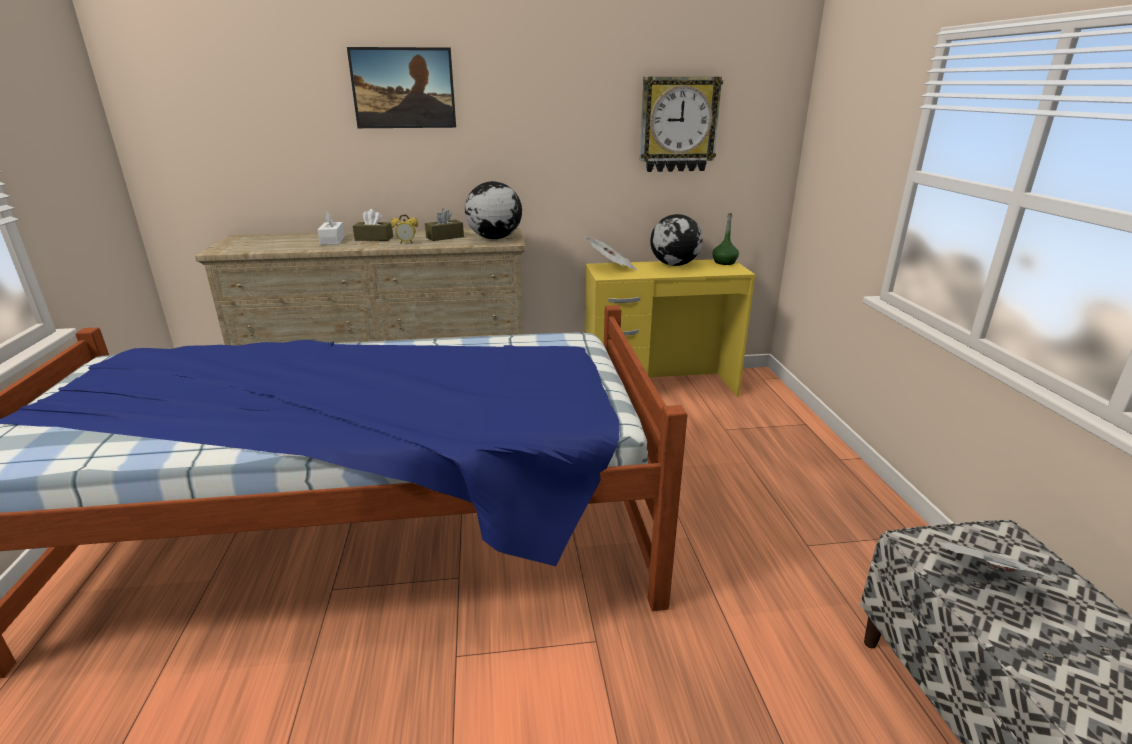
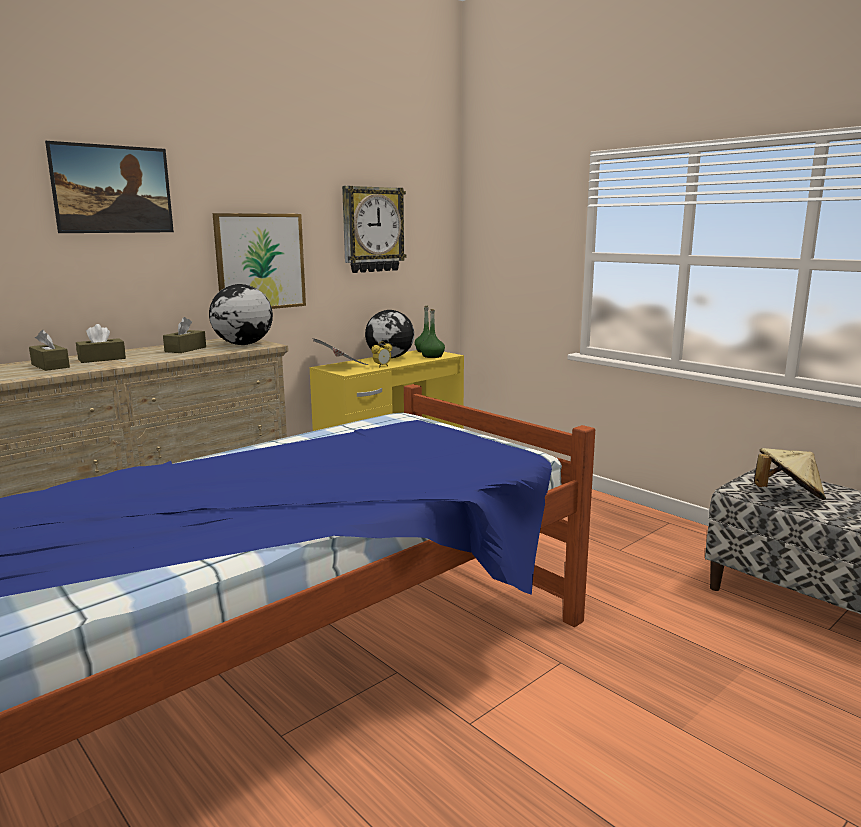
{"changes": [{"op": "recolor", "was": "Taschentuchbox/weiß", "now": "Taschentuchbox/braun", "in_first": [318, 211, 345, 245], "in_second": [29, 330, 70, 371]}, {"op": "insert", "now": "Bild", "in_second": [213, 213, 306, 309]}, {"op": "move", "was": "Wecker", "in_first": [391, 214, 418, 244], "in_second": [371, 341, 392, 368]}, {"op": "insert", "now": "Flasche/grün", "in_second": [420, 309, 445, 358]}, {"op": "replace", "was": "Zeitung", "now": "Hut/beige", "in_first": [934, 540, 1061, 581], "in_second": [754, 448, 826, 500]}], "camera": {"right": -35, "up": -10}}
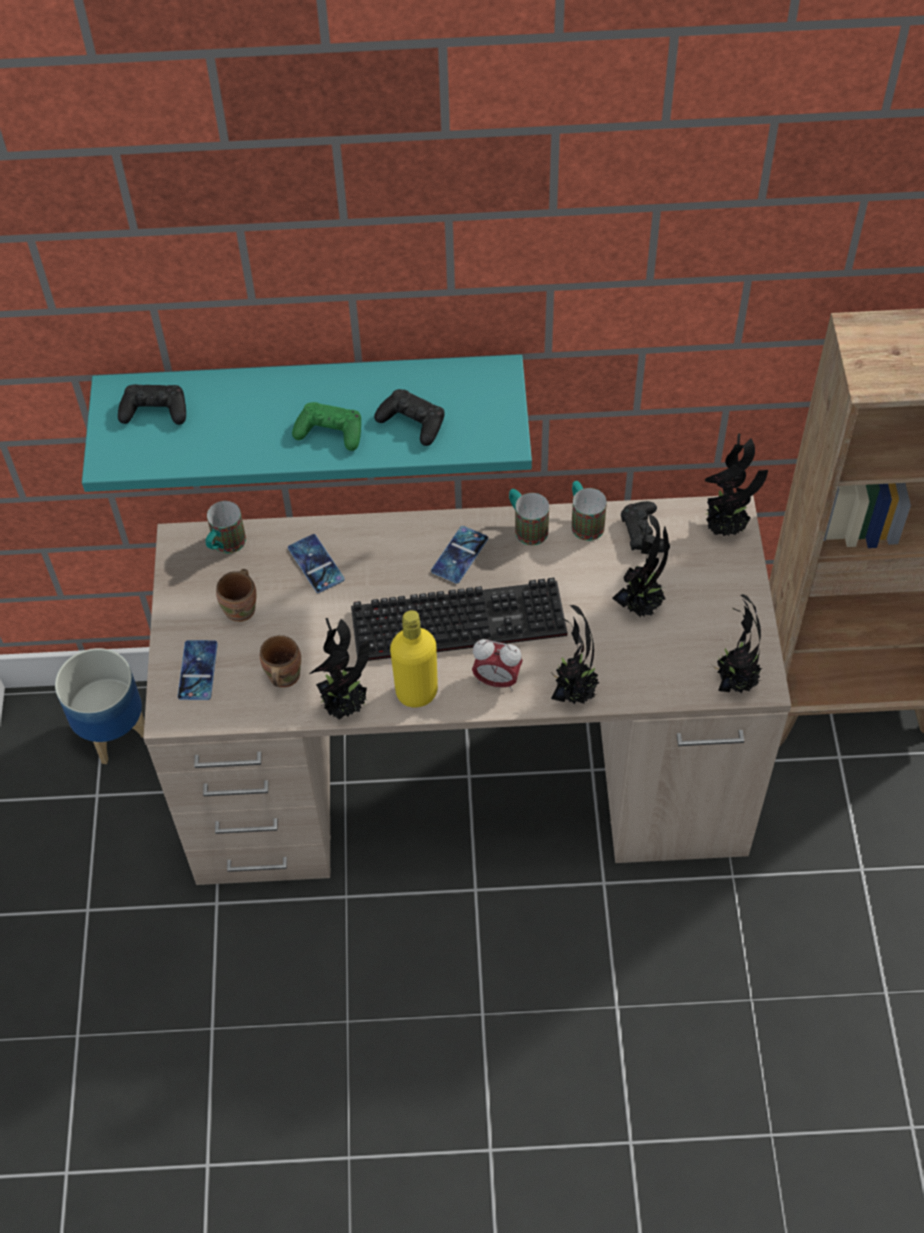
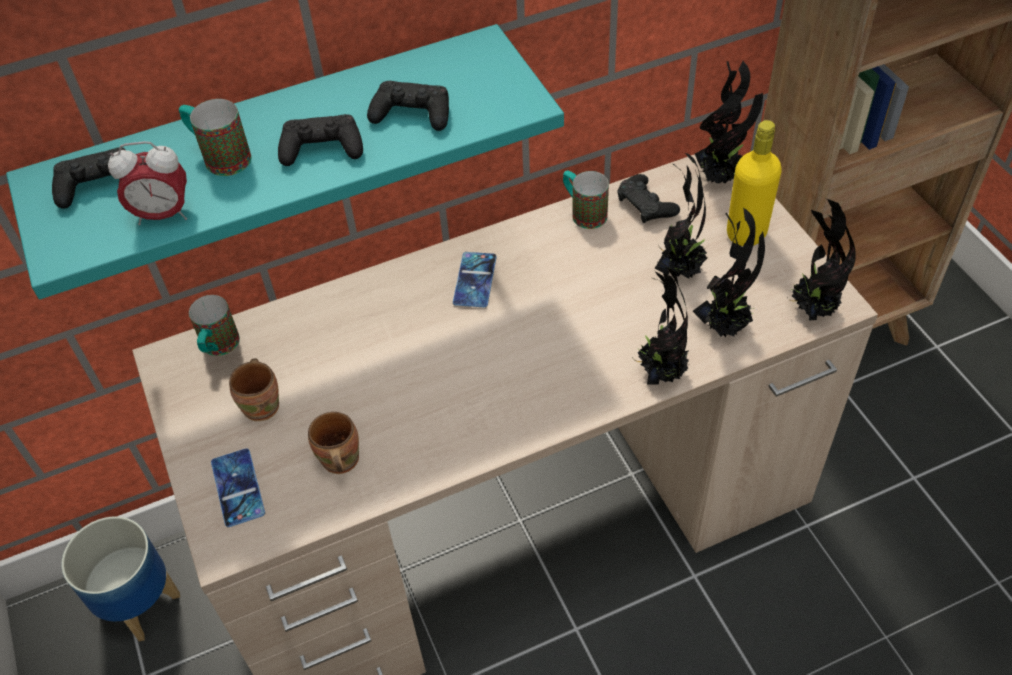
{"changes": [{"op": "move", "was": "Wecker", "in_first": [472, 639, 523, 691], "in_second": [108, 141, 187, 225]}, {"op": "move", "was": "Henkelbecher", "in_first": [509, 489, 549, 546], "in_second": [179, 99, 251, 176]}, {"op": "recolor", "was": "Gamepad/grün", "now": "Gamepad/schwarz", "in_first": [292, 402, 361, 451], "in_second": [278, 114, 363, 166]}, {"op": "move", "was": "Topfpflanze", "in_first": [309, 618, 370, 720], "in_second": [693, 208, 765, 337]}, {"op": "move", "was": "Flasche/gelb", "in_first": [390, 610, 438, 707], "in_second": [727, 120, 782, 246]}, {"op": "delete", "was": "Handy", "in_first": [288, 534, 345, 593]}, {"op": "delete", "was": "Tastatur", "in_first": [351, 578, 567, 661]}], "camera": {"right": -20, "up": -5}}
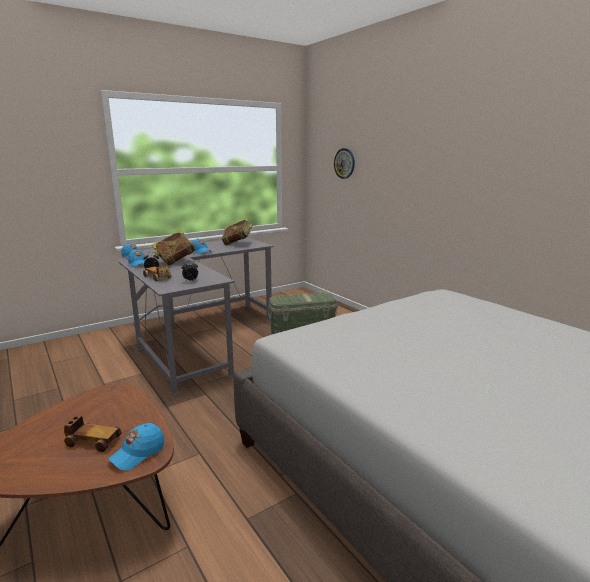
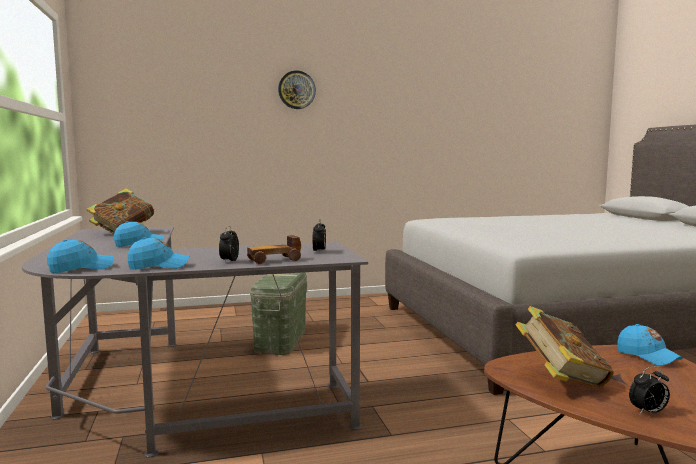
{"changes": [{"op": "move", "was": "Wanduhr", "in_first": [334, 148, 355, 179], "in_second": [278, 70, 316, 109]}, {"op": "move", "was": "Buch", "in_first": [152, 230, 196, 266], "in_second": [515, 306, 614, 388]}, {"op": "insert", "now": "Wecker", "in_second": [629, 366, 670, 414]}, {"op": "delete", "was": "Spielzeugauto", "in_first": [64, 415, 122, 452]}], "camera": {"right": -70, "up": -10}}
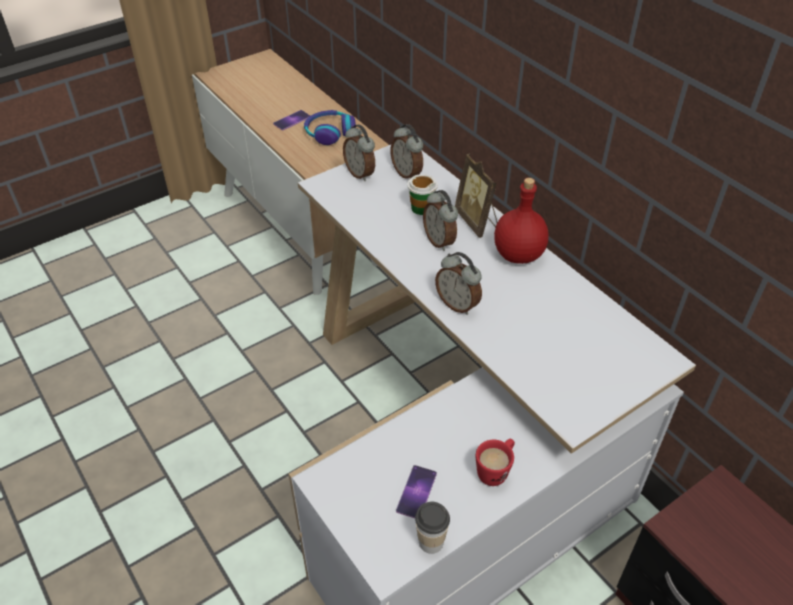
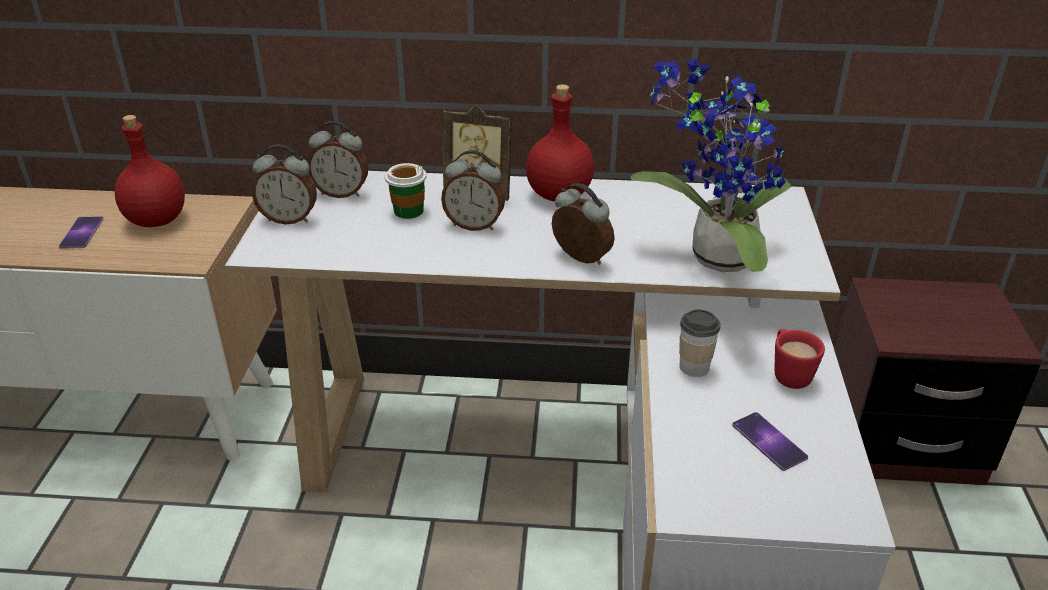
{"changes": [{"op": "replace", "was": "Kopfhörer", "now": "Flasche/rot", "in_first": [304, 110, 356, 145], "in_second": [115, 115, 185, 227]}, {"op": "rotate", "was": "Wecker", "in_first": [435, 252, 482, 315], "in_second": [552, 183, 615, 265], "clockwise": -135}, {"op": "insert", "now": "Topfpflanze", "in_second": [630, 58, 791, 272]}, {"op": "move", "was": "Tasse", "in_first": [415, 501, 450, 554], "in_second": [679, 309, 720, 377]}], "camera": {"right": -50, "up": -10}}
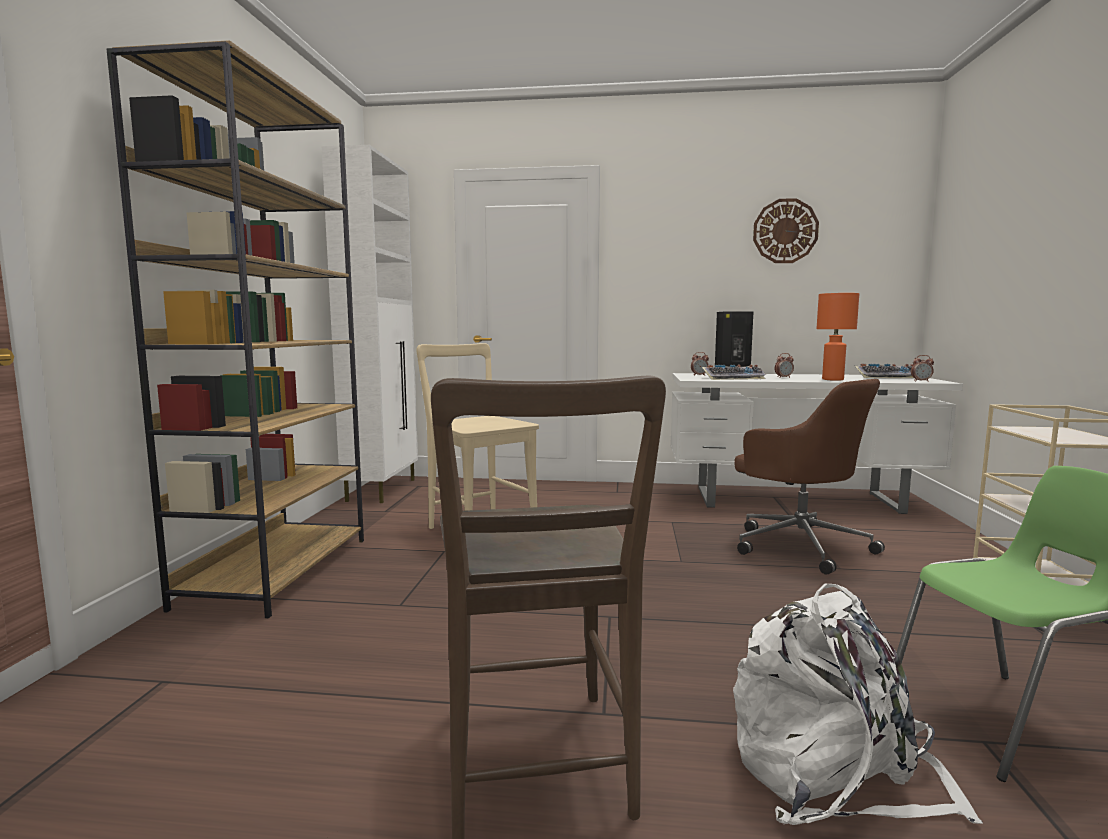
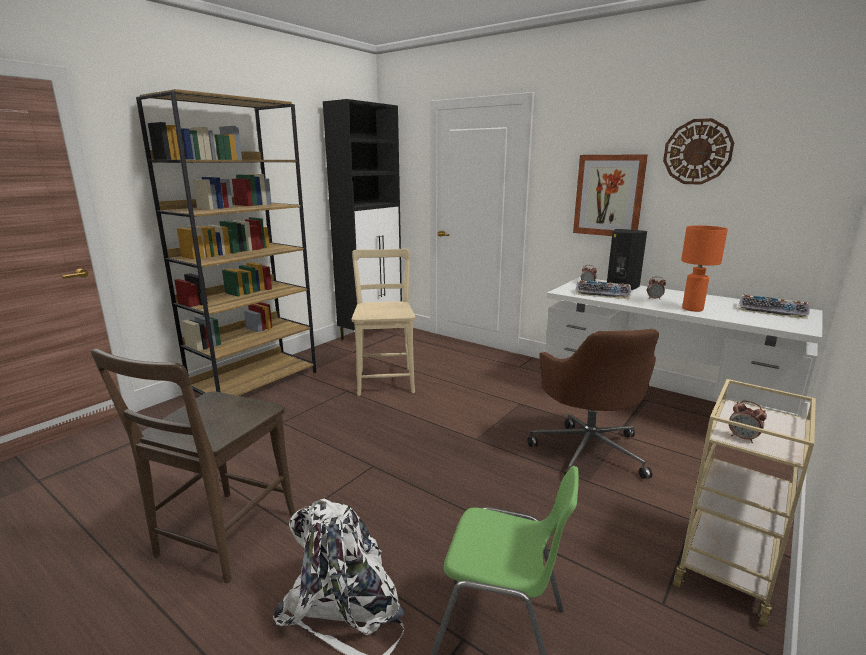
{"changes": [{"op": "recolor", "was": "Schrank/weiß", "now": "Schrank/schwarz", "in_first": [322, 145, 418, 503], "in_second": [323, 99, 402, 340]}, {"op": "insert", "now": "Bild", "in_second": [573, 154, 648, 236]}, {"op": "move", "was": "Wecker", "in_first": [911, 355, 934, 382], "in_second": [729, 401, 767, 443]}], "camera": {"right": 30, "up": 10}}
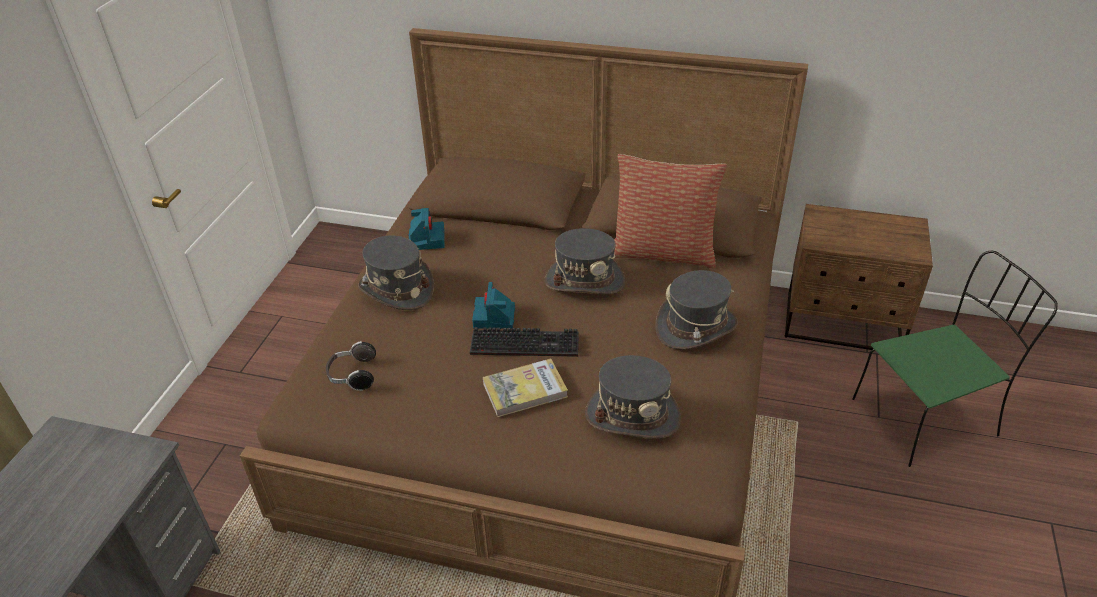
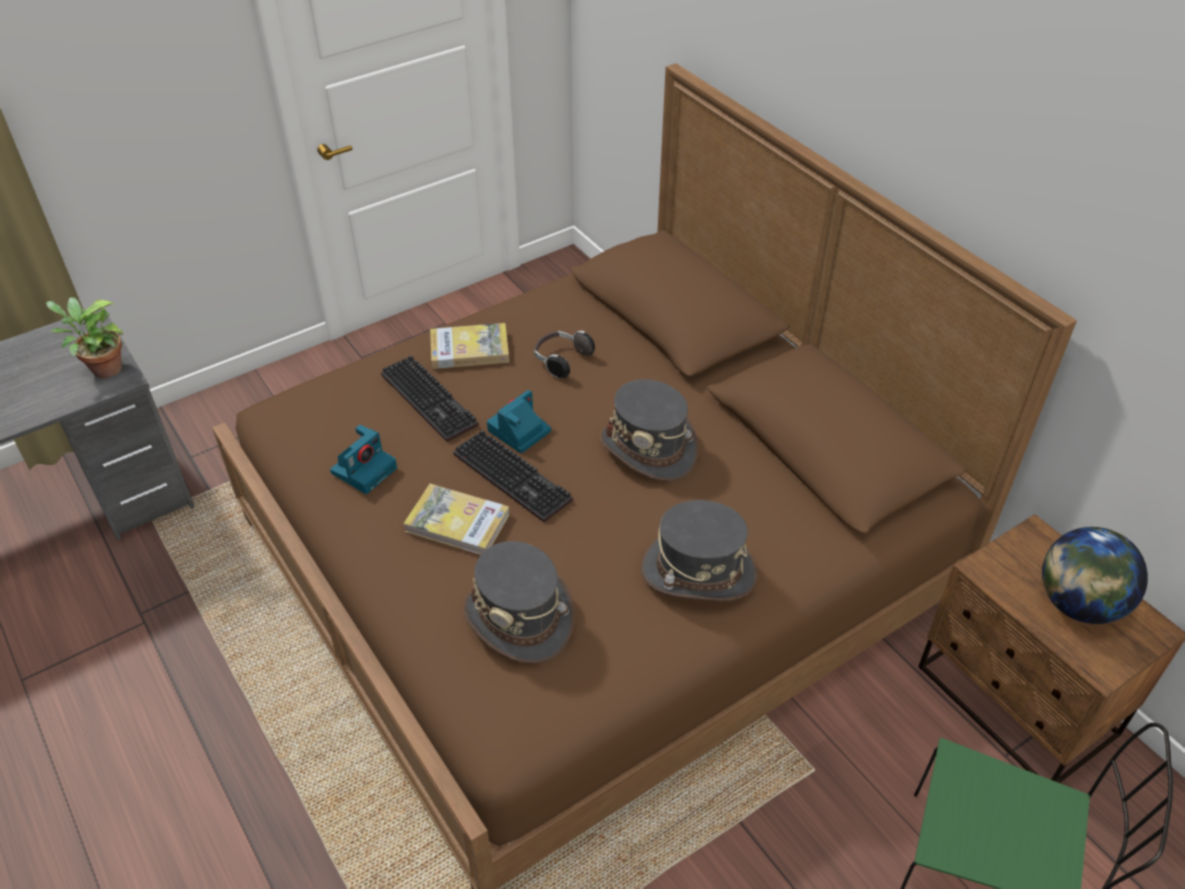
{"changes": [{"op": "insert", "now": "Topfpflanze", "in_second": [46, 297, 123, 378]}, {"op": "move", "was": "Kamera", "in_first": [409, 208, 445, 250], "in_second": [330, 425, 397, 494]}, {"op": "insert", "now": "Tastatur", "in_second": [381, 355, 479, 442]}, {"op": "replace", "was": "Hut/grau", "now": "Buch", "in_first": [358, 235, 434, 310], "in_second": [430, 323, 509, 369]}, {"op": "move", "was": "Kopfhörer", "in_first": [326, 341, 376, 391], "in_second": [534, 331, 595, 378]}, {"op": "insert", "now": "Globus", "in_second": [1042, 527, 1148, 624]}, {"op": "delete", "was": "Kissen", "in_first": [613, 154, 727, 268]}], "camera": {"right": 40, "up": 5}}
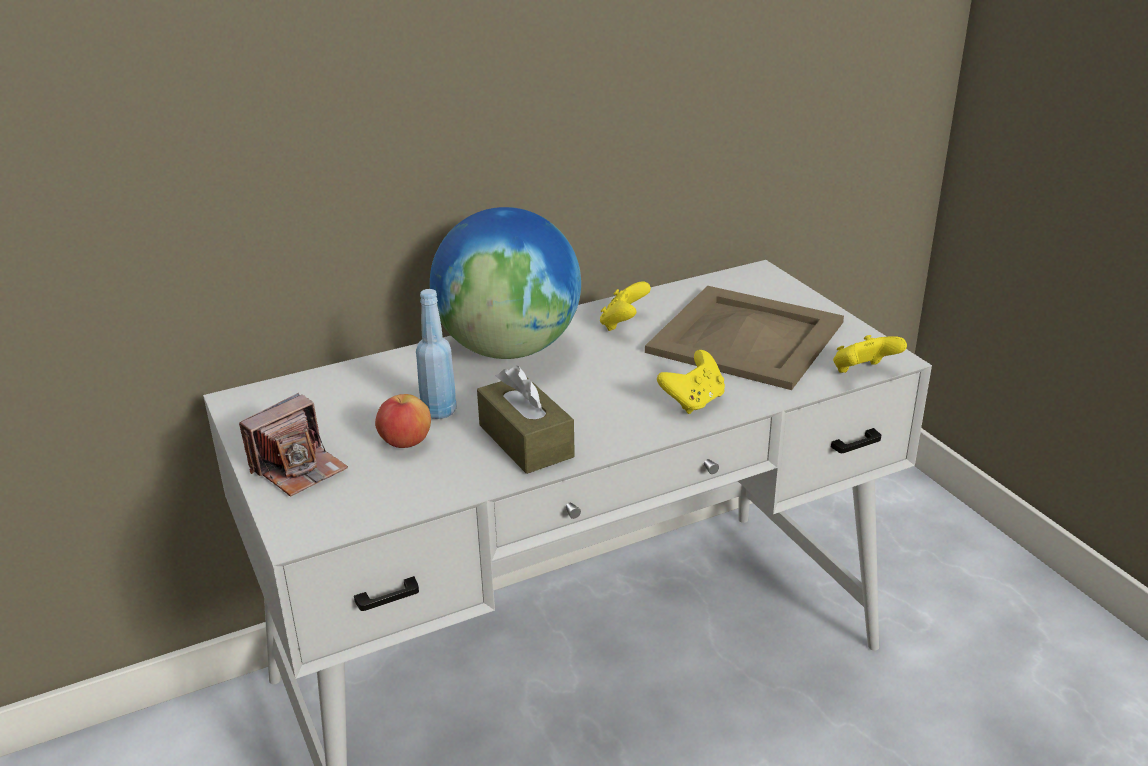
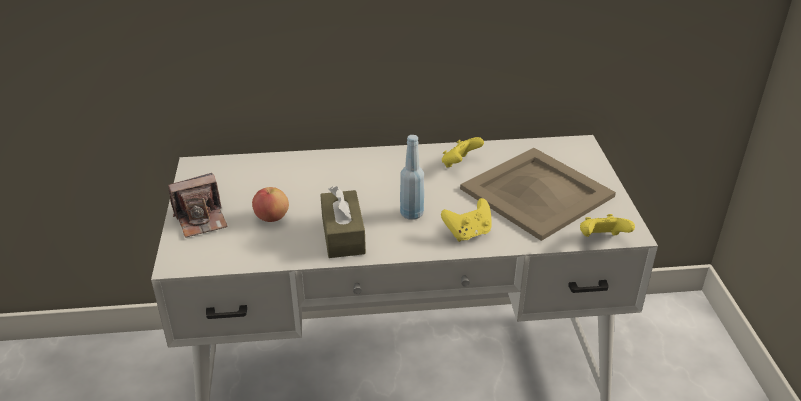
{"changes": [{"op": "move", "was": "Flasche/blau", "in_first": [416, 289, 457, 419], "in_second": [400, 135, 424, 220]}, {"op": "delete", "was": "Globus", "in_first": [430, 207, 581, 359]}], "camera": {"right": 20, "up": 5}}
